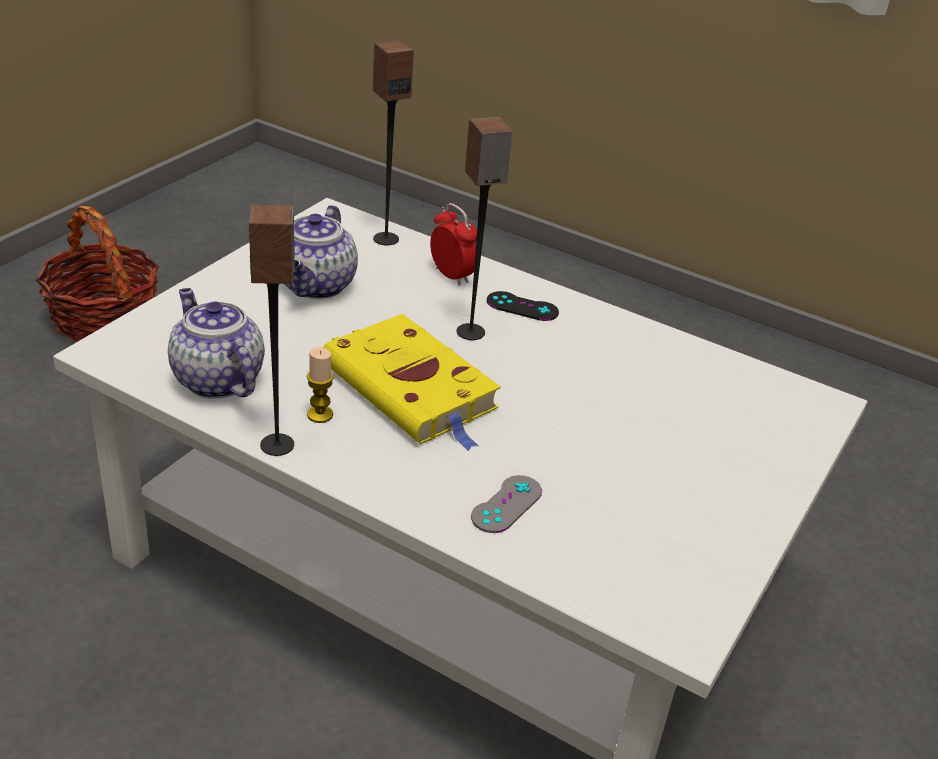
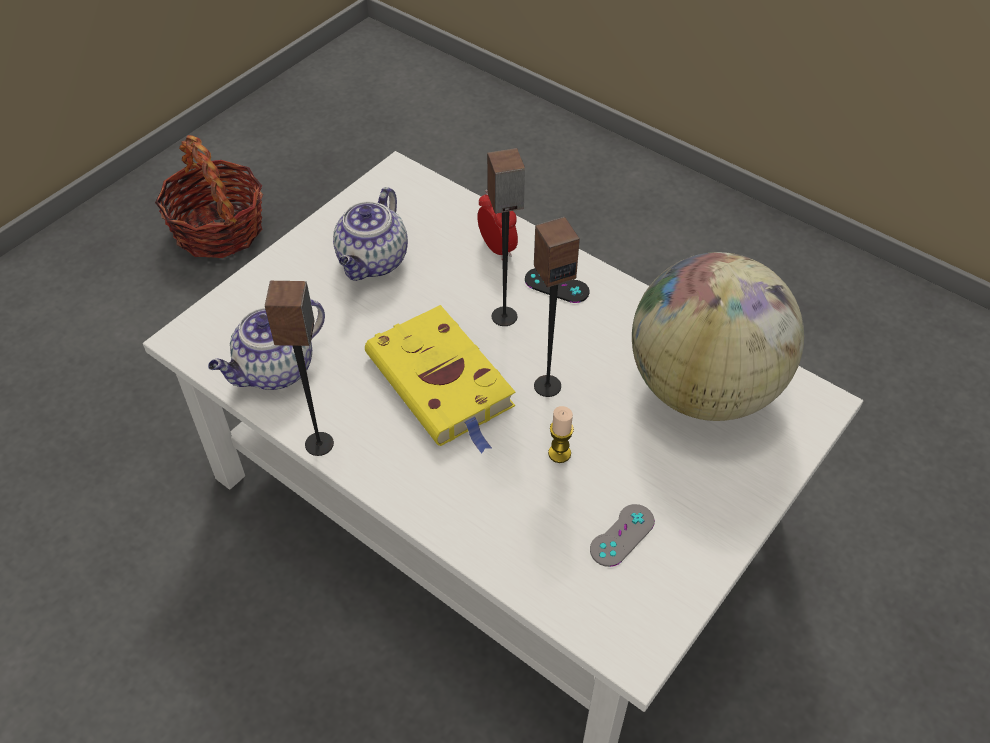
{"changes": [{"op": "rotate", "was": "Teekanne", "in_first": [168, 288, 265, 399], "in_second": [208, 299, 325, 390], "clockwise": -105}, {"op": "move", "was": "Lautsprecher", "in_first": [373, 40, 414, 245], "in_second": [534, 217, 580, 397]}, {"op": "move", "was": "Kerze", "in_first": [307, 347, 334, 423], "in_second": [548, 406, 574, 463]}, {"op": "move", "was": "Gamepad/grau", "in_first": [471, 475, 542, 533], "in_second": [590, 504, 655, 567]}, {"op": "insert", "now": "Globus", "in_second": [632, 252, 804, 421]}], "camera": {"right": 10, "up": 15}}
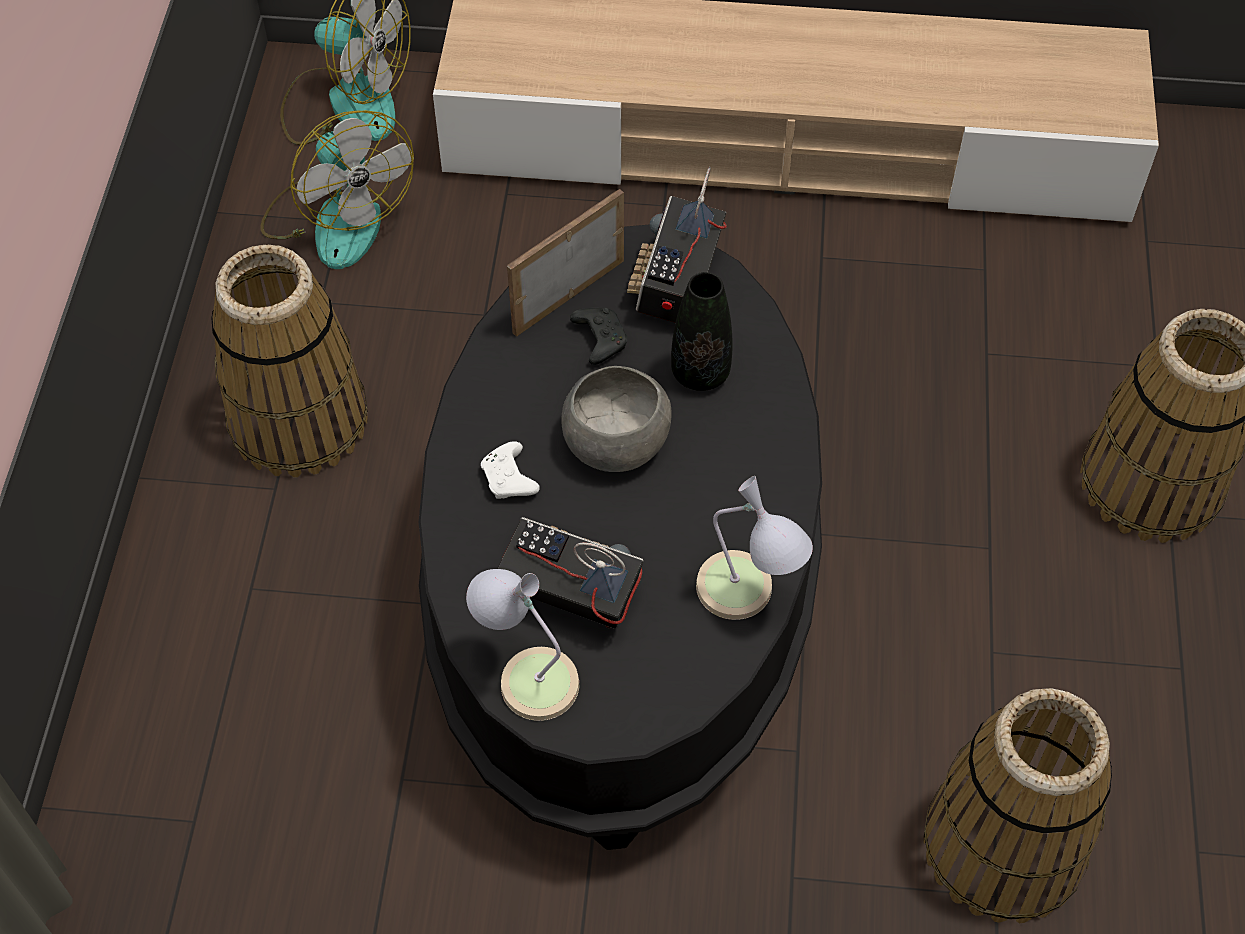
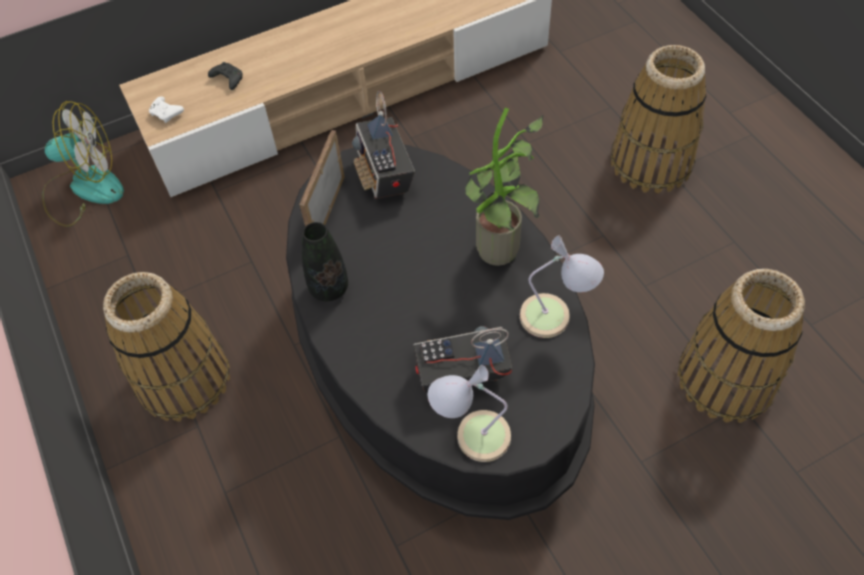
{"changes": [{"op": "move", "was": "Gamepad/weiß", "in_first": [481, 441, 540, 499], "in_second": [149, 96, 184, 123]}, {"op": "move", "was": "Gamepad/schwarz", "in_first": [570, 308, 627, 365], "in_second": [208, 62, 243, 90]}, {"op": "move", "was": "Vase/schwarz", "in_first": [671, 272, 732, 391], "in_second": [302, 222, 348, 301]}, {"op": "insert", "now": "Topfpflanze", "in_second": [466, 108, 543, 266]}, {"op": "delete", "was": "Ventilator", "in_first": [260, 110, 414, 269]}, {"op": "delete", "was": "Schüssel/grau", "in_first": [562, 366, 672, 472]}], "camera": {"right": -30, "up": 0}}
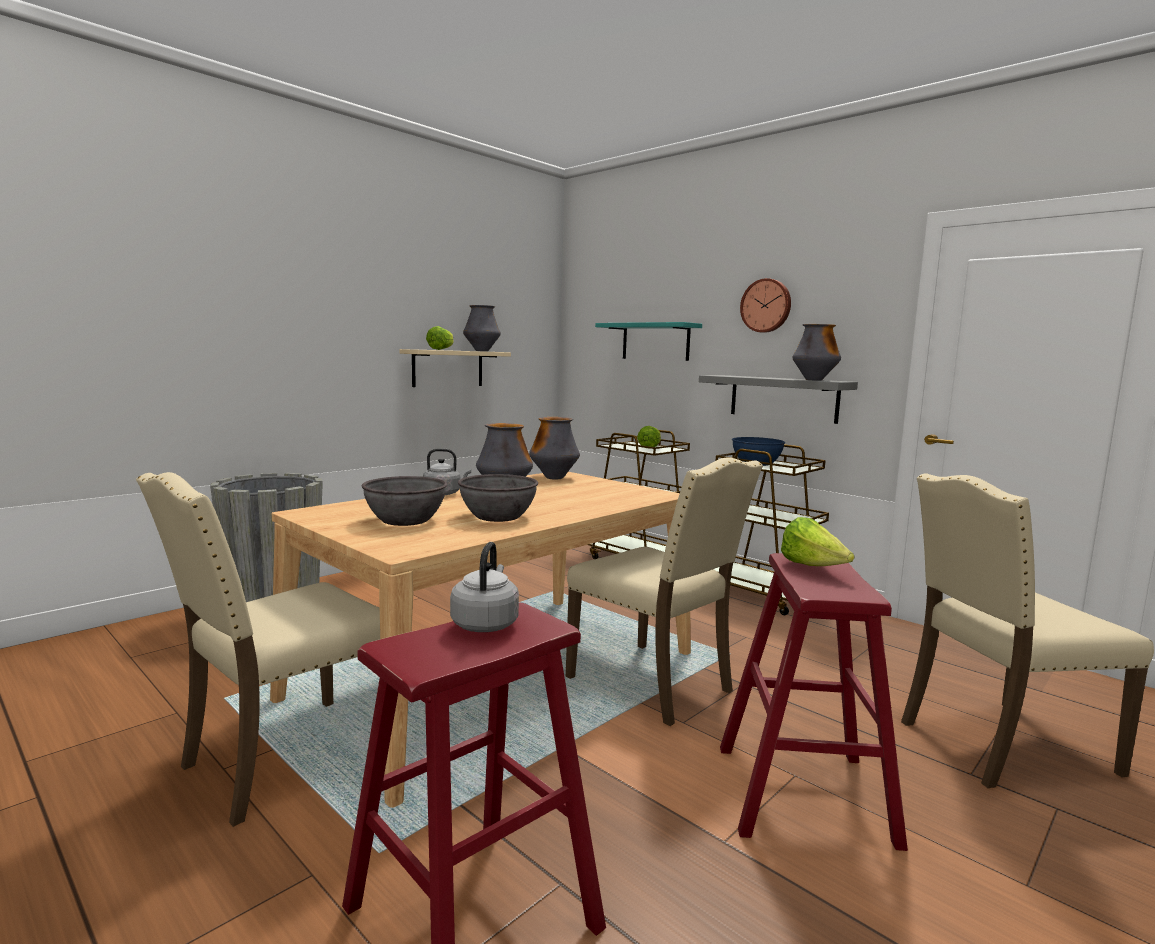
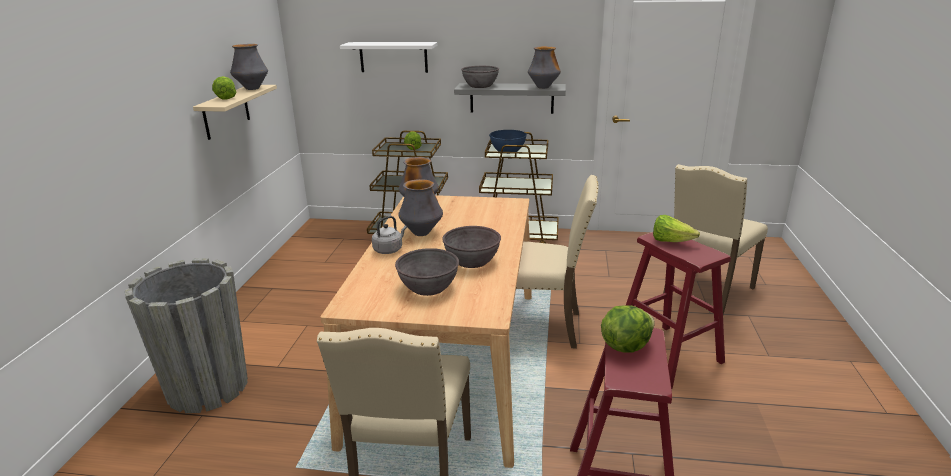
{"changes": [{"op": "recolor", "was": "Wandregal/türkis", "now": "Wandregal/weiß", "in_first": [595, 322, 702, 361], "in_second": [340, 42, 438, 73]}, {"op": "insert", "now": "Schüssel/grau", "in_second": [461, 66, 499, 88]}, {"op": "replace", "was": "Wasserkessel/grau", "now": "Salatkopf", "in_first": [450, 542, 519, 632], "in_second": [601, 305, 654, 353]}, {"op": "delete", "was": "Wanduhr", "in_first": [740, 278, 791, 333]}], "camera": {"right": -35, "up": 15}}
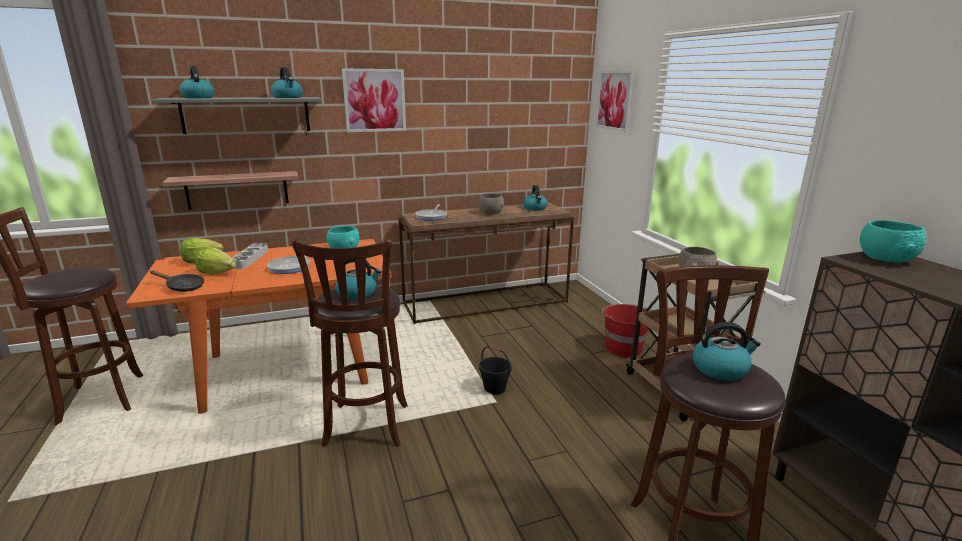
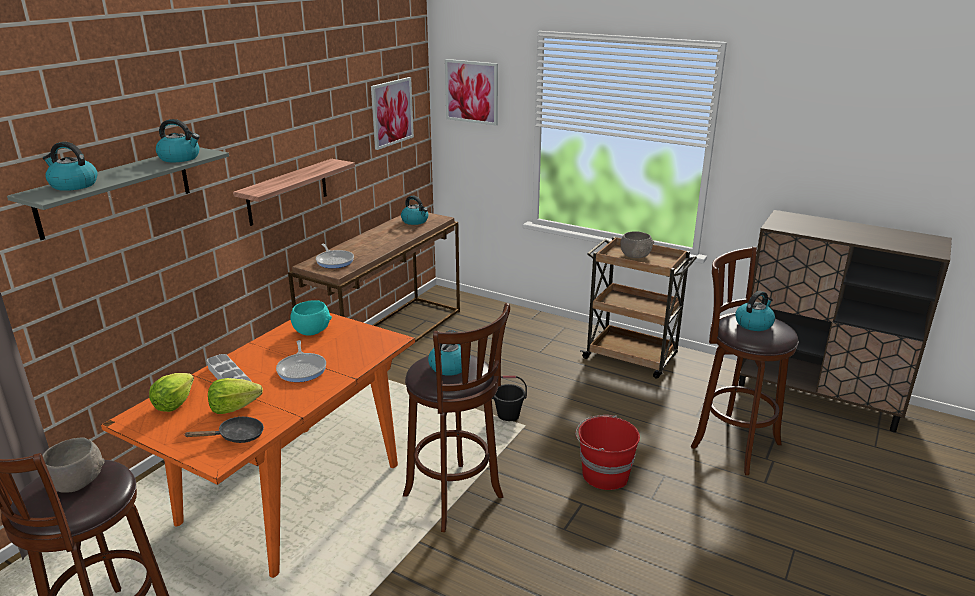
{"changes": [{"op": "move", "was": "Schüssel/grau", "in_first": [478, 193, 504, 214], "in_second": [42, 438, 105, 493]}, {"op": "move", "was": "Wandregal", "in_first": [162, 171, 298, 210], "in_second": [233, 159, 355, 226]}, {"op": "move", "was": "Bild", "in_first": [342, 68, 406, 132], "in_second": [371, 77, 414, 150]}, {"op": "move", "was": "Eimer/rot", "in_first": [602, 304, 648, 358], "in_second": [576, 415, 640, 490]}, {"op": "delete", "was": "Schüssel/türkis", "in_first": [860, 220, 927, 262]}], "camera": {"right": -40, "up": 5}}
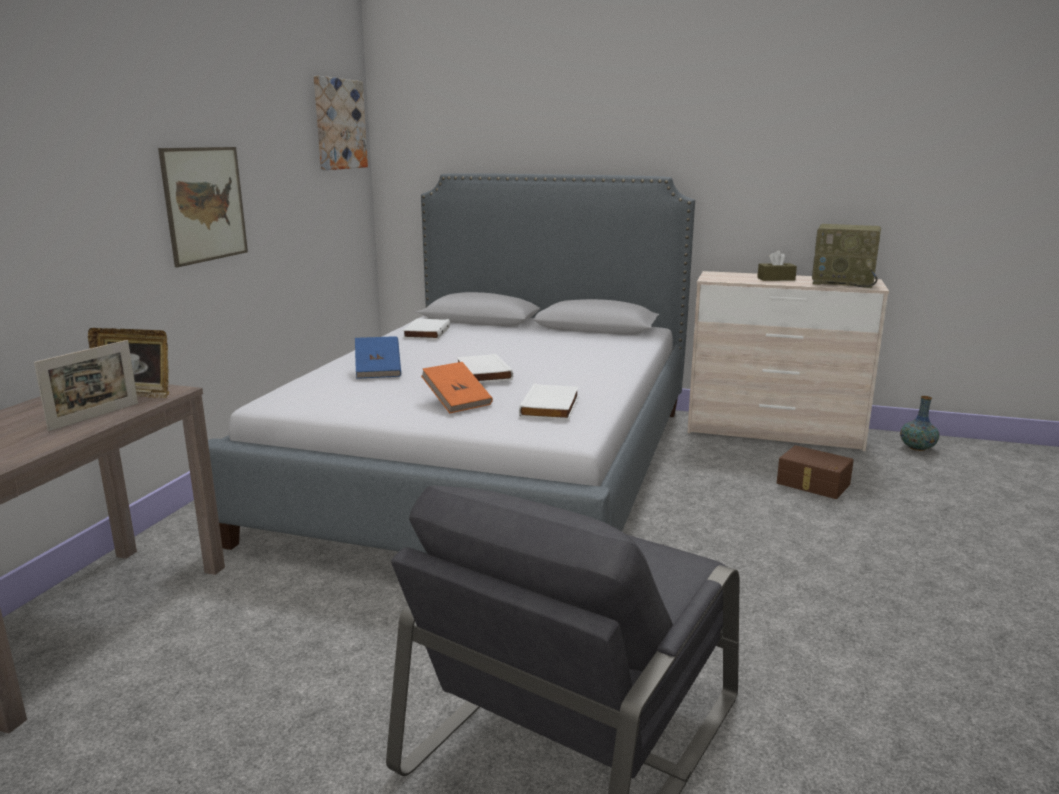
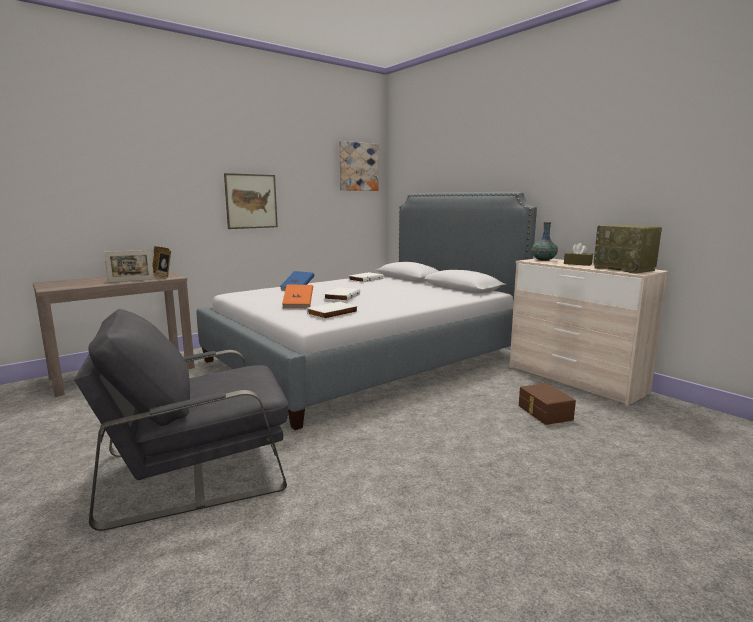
{"changes": [{"op": "move", "was": "Vase", "in_first": [900, 396, 939, 451], "in_second": [532, 222, 558, 261]}], "camera": {"right": 35, "up": -5}}
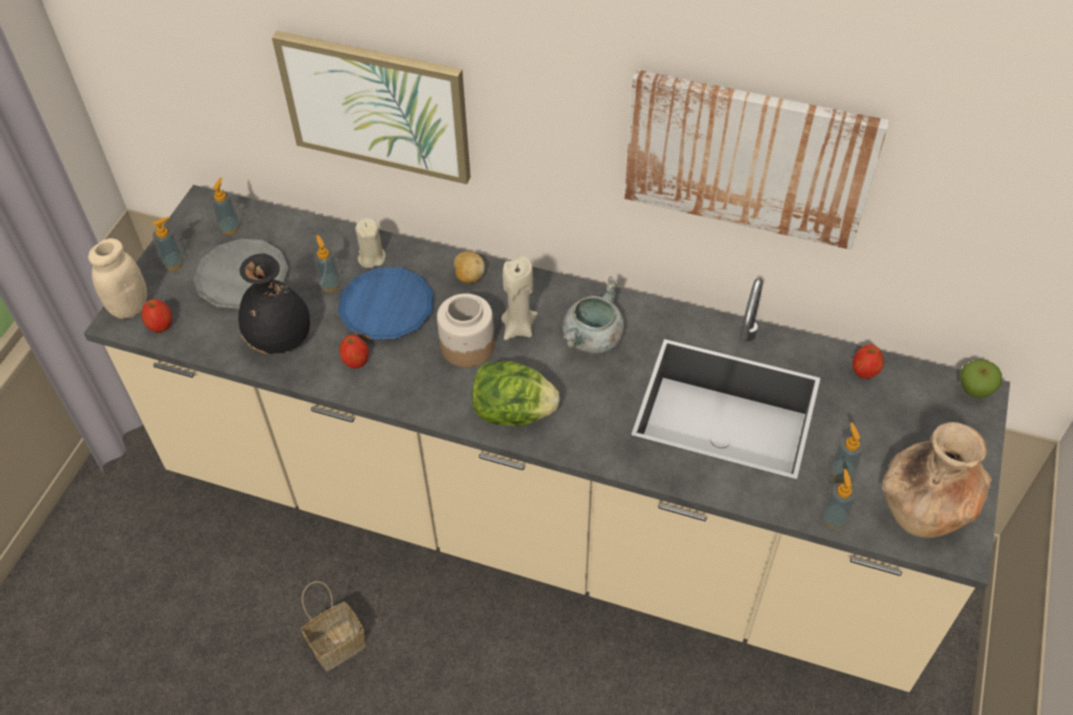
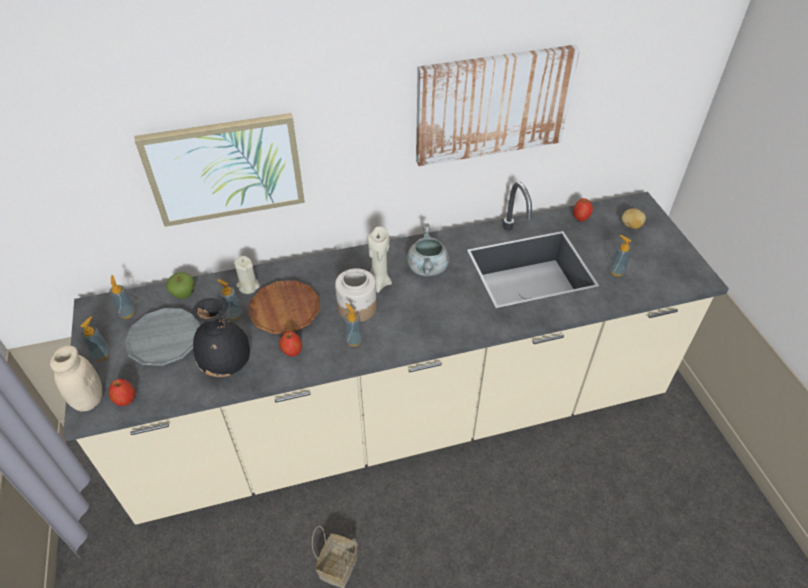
{"changes": [{"op": "move", "was": "Apfel", "in_first": [960, 359, 1002, 398], "in_second": [166, 272, 194, 299]}, {"op": "recolor", "was": "Teller/blau", "now": "Teller/braun", "in_first": [338, 267, 434, 340], "in_second": [248, 280, 320, 334]}, {"op": "move", "was": "Seifenspender", "in_first": [821, 469, 856, 528], "in_second": [344, 303, 363, 346]}, {"op": "move", "was": "Kartoffel", "in_first": [454, 251, 485, 283], "in_second": [622, 208, 646, 229]}, {"op": "delete", "was": "Salatkopf", "in_first": [472, 361, 560, 426]}, {"op": "delete", "was": "Vase/braun", "in_first": [882, 422, 991, 538]}], "camera": {"right": -35, "up": -5}}
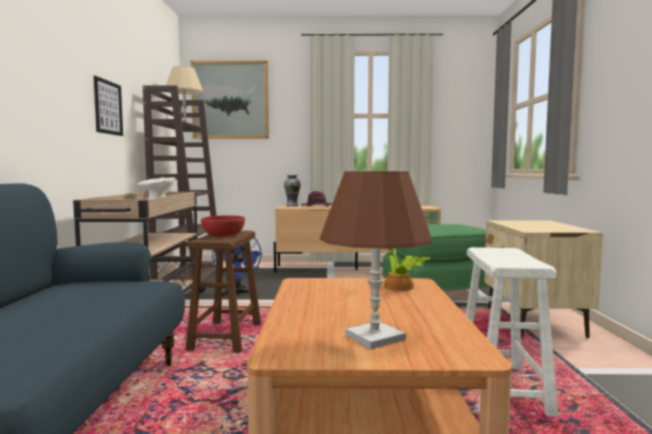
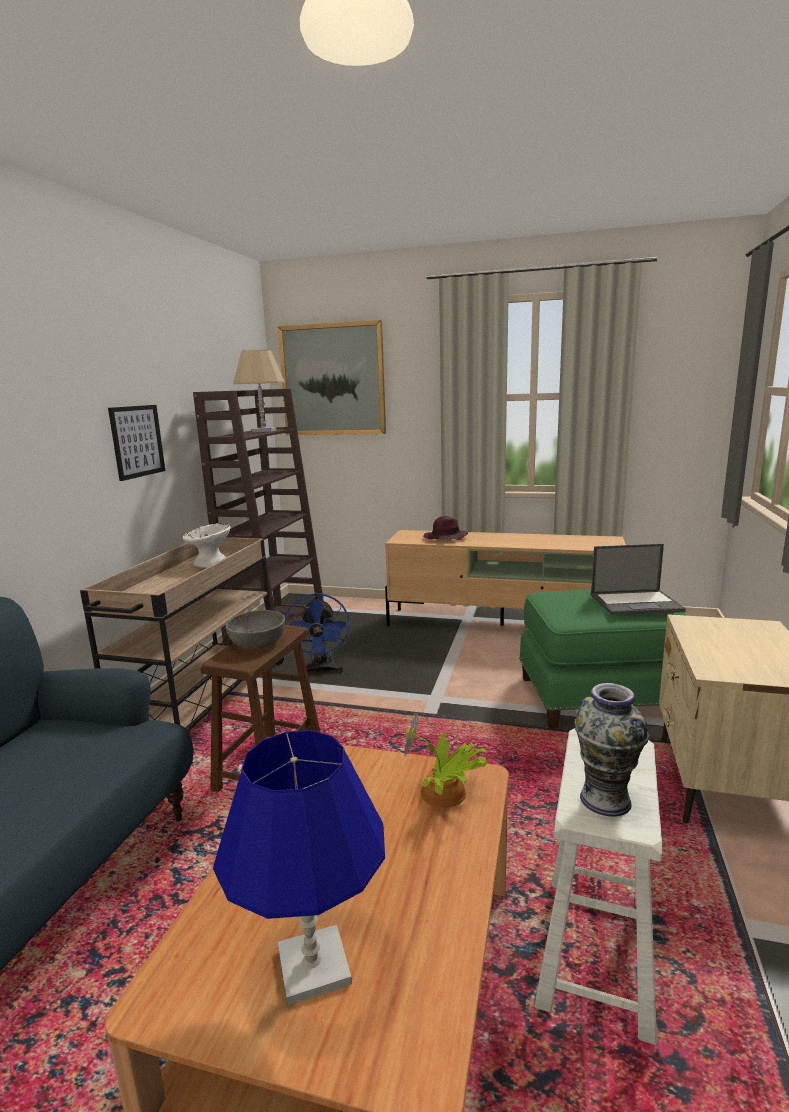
{"changes": [{"op": "recolor", "was": "Tischlampe/braun", "now": "Tischlampe/blau", "in_first": [320, 171, 432, 349], "in_second": [213, 730, 385, 1006]}, {"op": "recolor", "was": "Schüssel/rot", "now": "Schüssel/grau", "in_first": [201, 215, 245, 236], "in_second": [225, 610, 285, 649]}, {"op": "move", "was": "Vase", "in_first": [284, 175, 301, 207], "in_second": [575, 683, 649, 817]}, {"op": "insert", "now": "Laptop", "in_second": [591, 544, 686, 615]}], "camera": {"right": 15, "up": 10}}
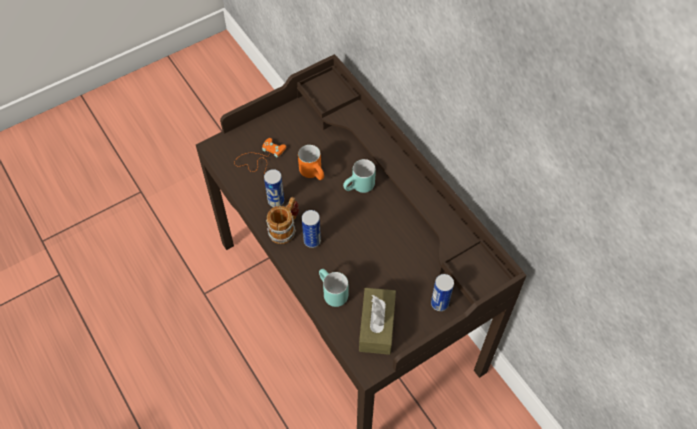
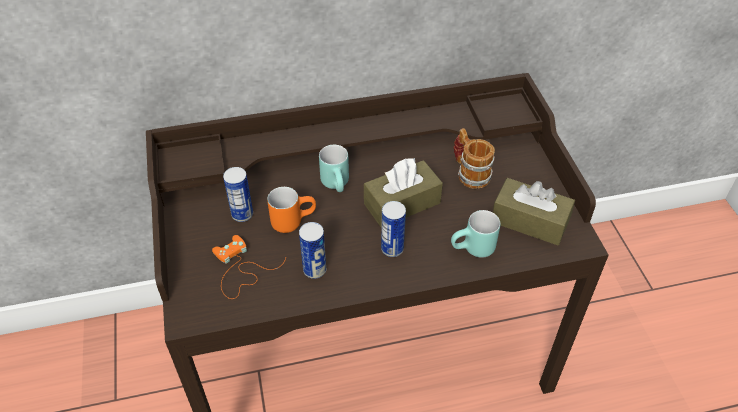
{"changes": [{"op": "move", "was": "Dose", "in_first": [431, 274, 454, 311], "in_second": [223, 167, 253, 222]}, {"op": "insert", "now": "Taschentuchbox/braun", "in_second": [364, 158, 443, 227]}, {"op": "move", "was": "Henkelbecher", "in_first": [266, 197, 299, 244], "in_second": [454, 128, 495, 189]}], "camera": {"right": -70, "up": -10}}
